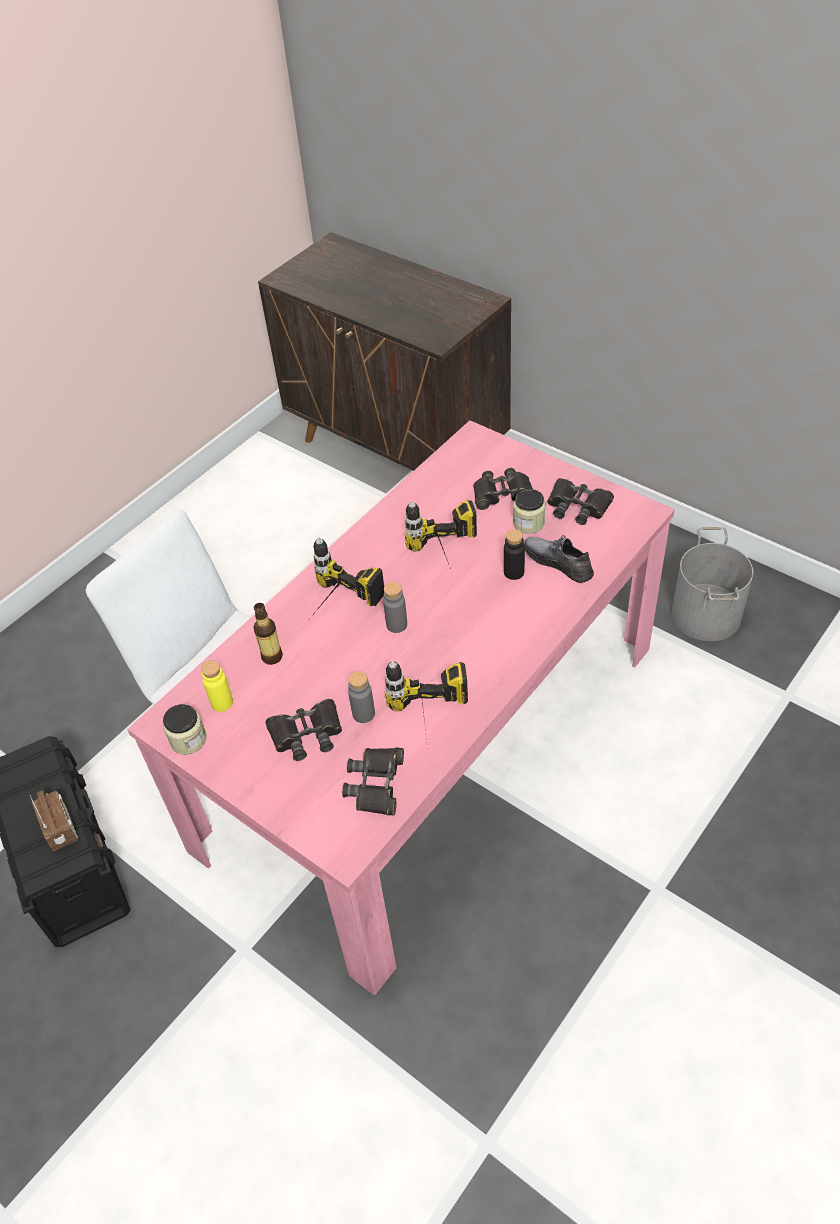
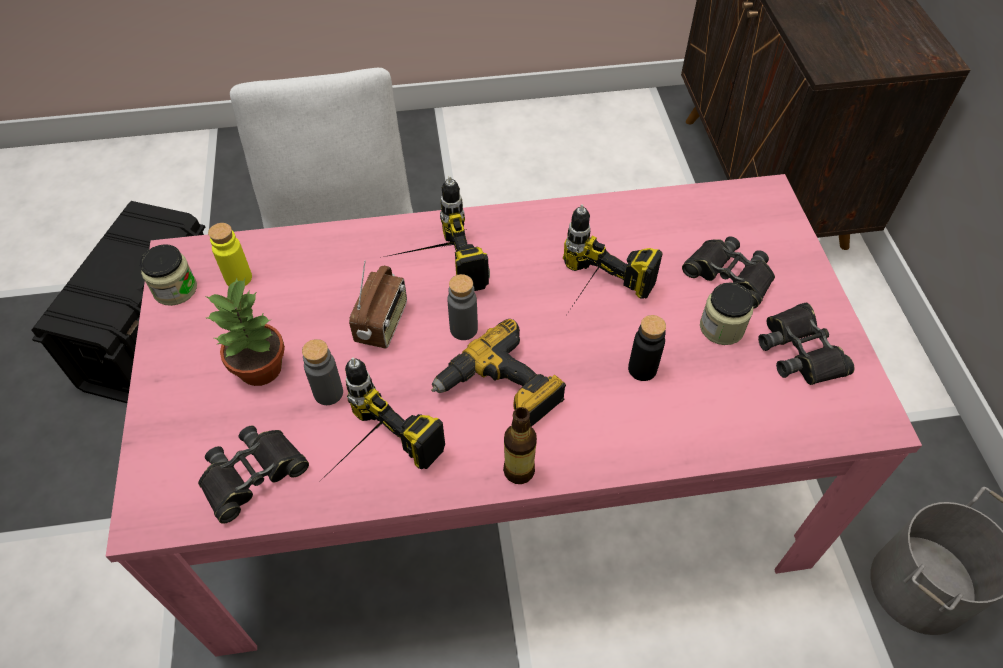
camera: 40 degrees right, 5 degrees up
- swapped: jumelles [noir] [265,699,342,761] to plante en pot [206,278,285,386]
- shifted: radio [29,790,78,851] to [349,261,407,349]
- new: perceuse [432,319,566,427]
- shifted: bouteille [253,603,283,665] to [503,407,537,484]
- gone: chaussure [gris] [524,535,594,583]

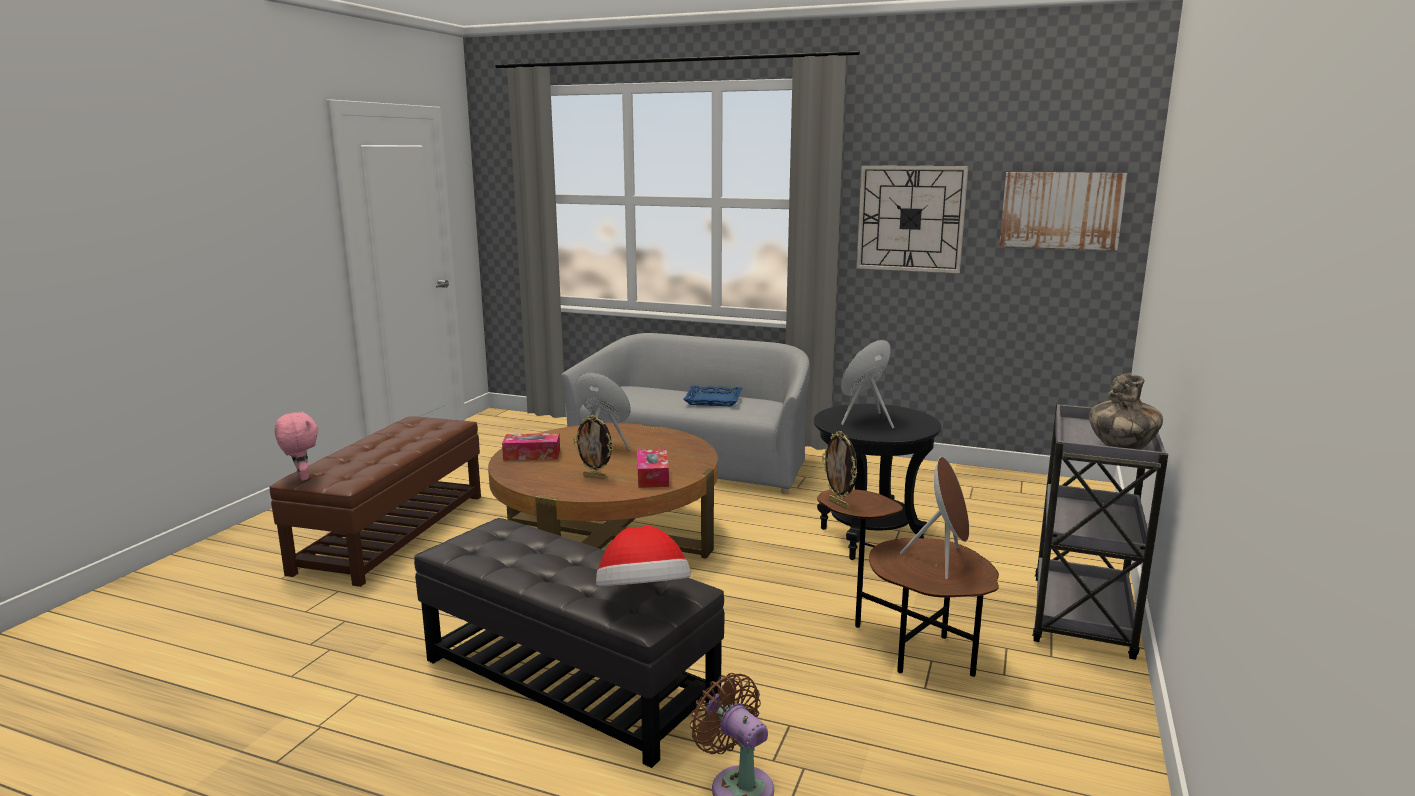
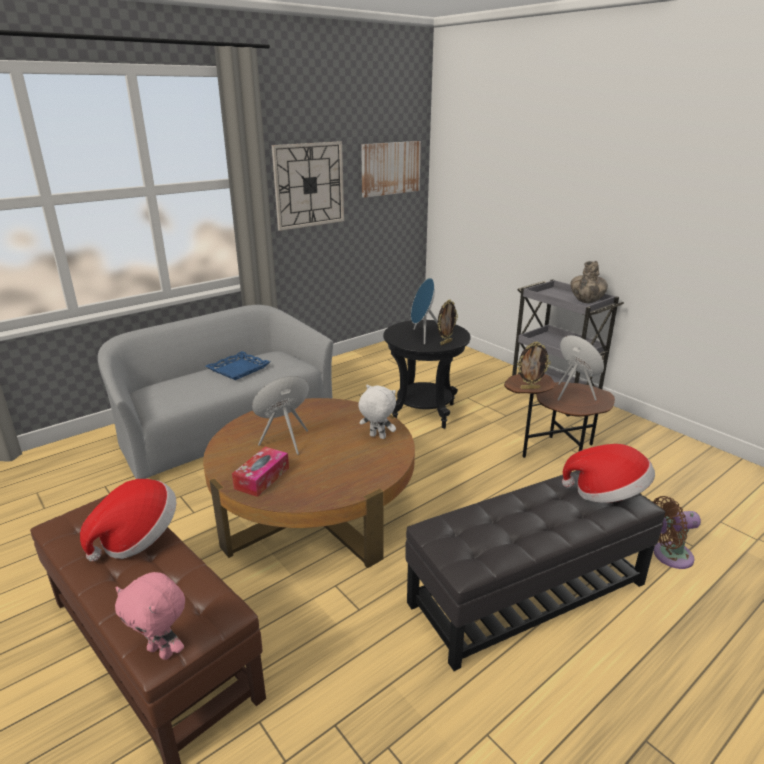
camera: 60 degrees left, 10 degrees up
- new: chapeau [80,479,176,561]
- rotated: peluche [rose] [275,411,318,481] = [115,572,185,660] 150 degrees counterclockwise
- swapped: boîte à mouchoirs [637,449,669,488] to peluche [blanc] [359,384,396,439]
- shifted: cadre photo [573,415,614,479] to [437,300,458,345]

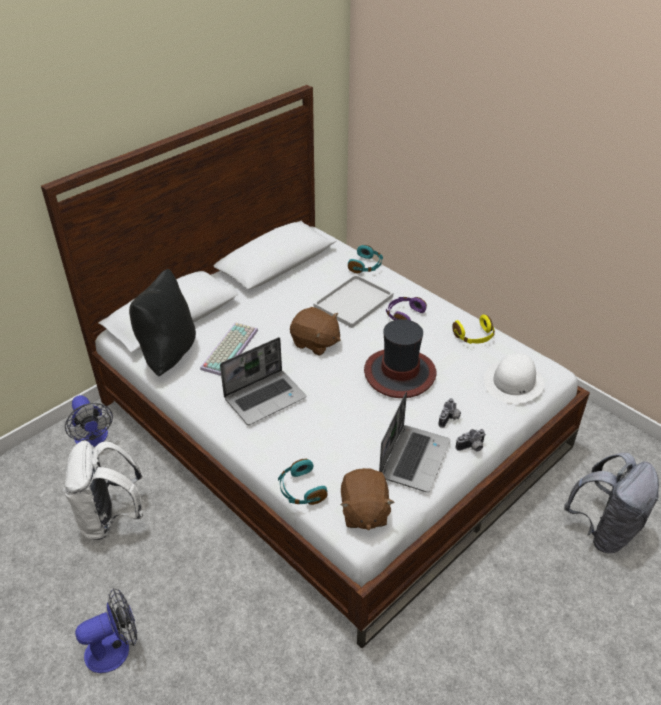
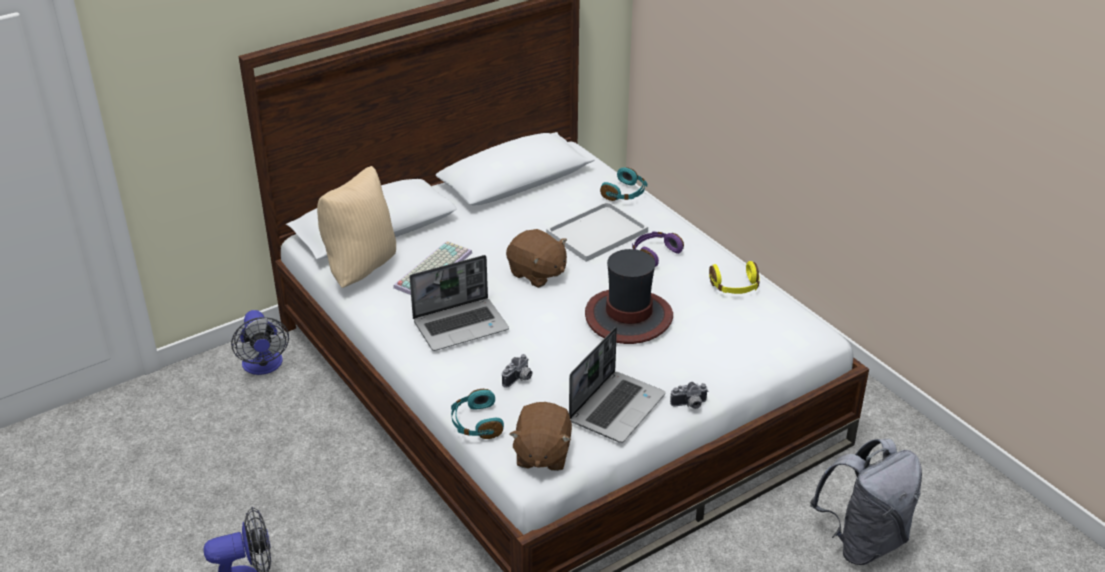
camera: 10 degrees right, 5 degrees down
- repainted: coussin [noir] [129,269,196,377] to coussin [beige] [317,166,396,288]
- shifted: appareil photo [438,398,461,428] to [502,354,532,388]
- gone: sac à dos [blanc] [63,441,143,540]
- gone: chapeau [blanc] [484,353,545,404]

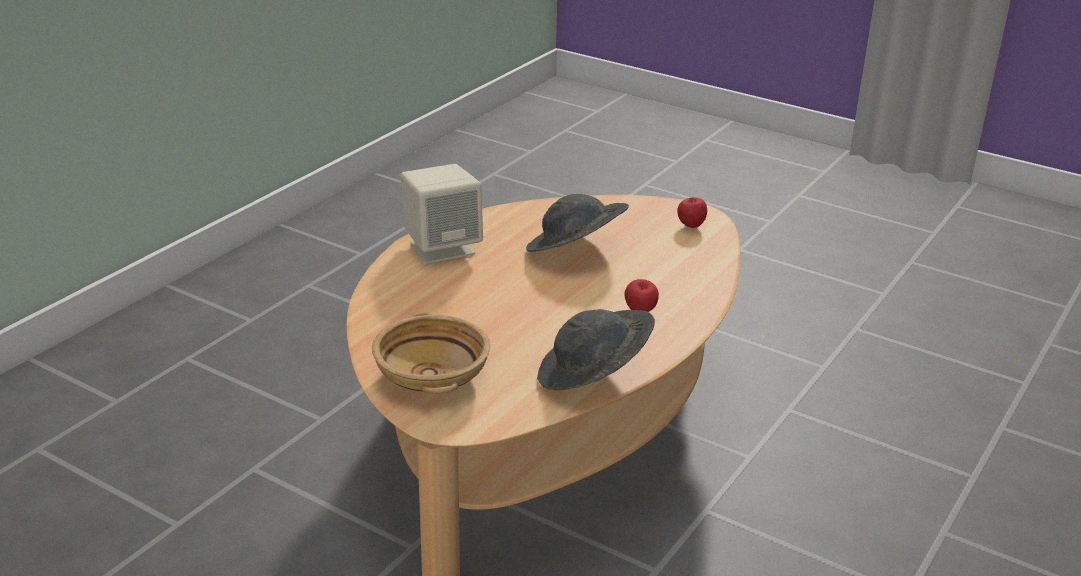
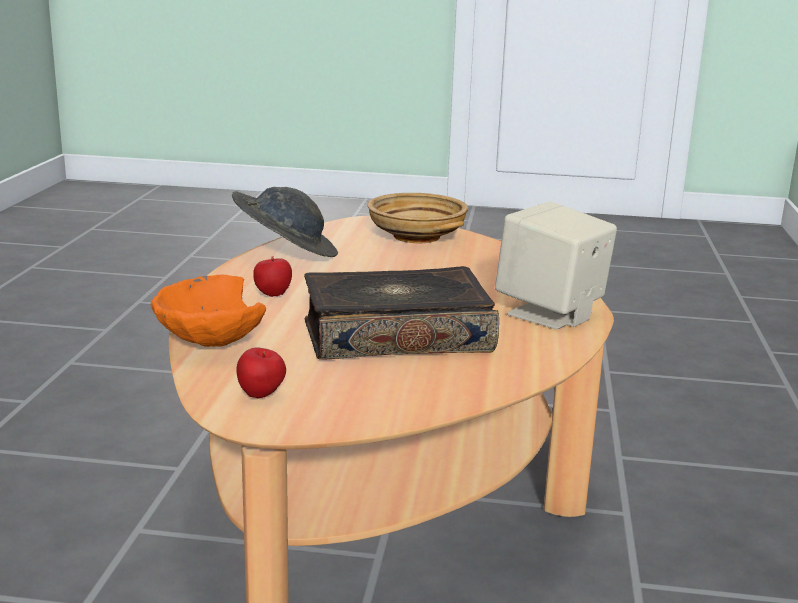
camera: 155 degrees right, 10 degrees down
- new: bol [orange] [151,275,266,347]
- swapped: chapeau [gris] [526,194,629,252] to livre [304,266,499,359]

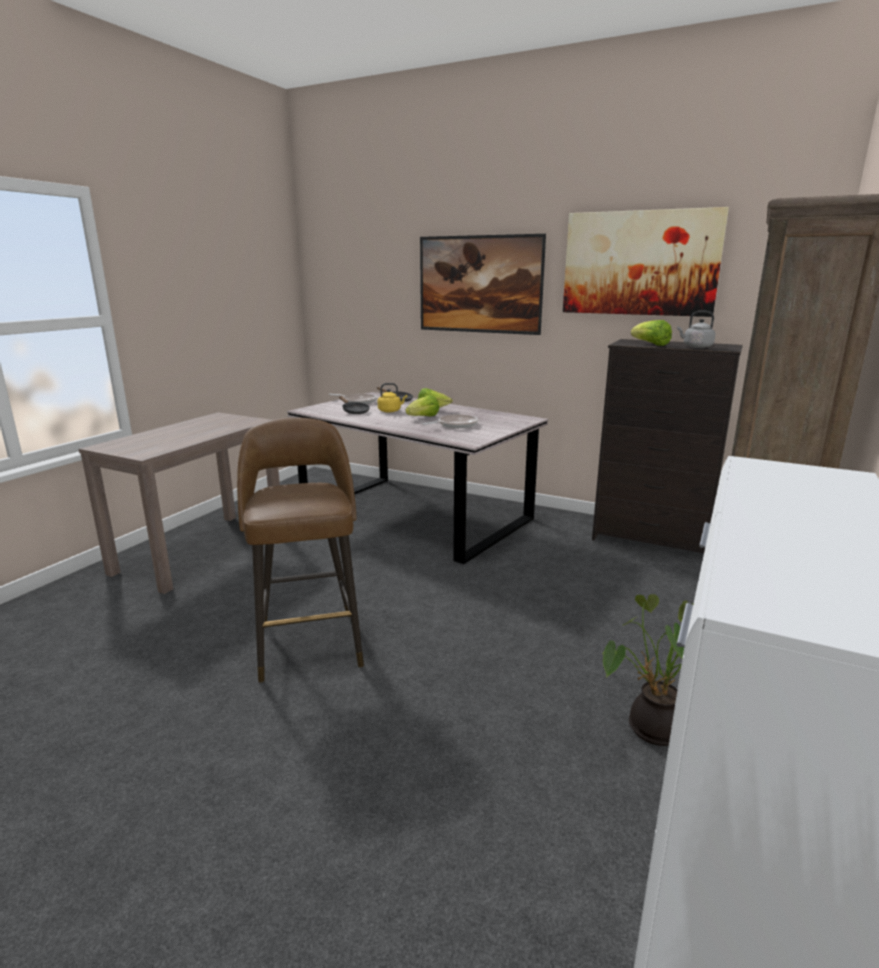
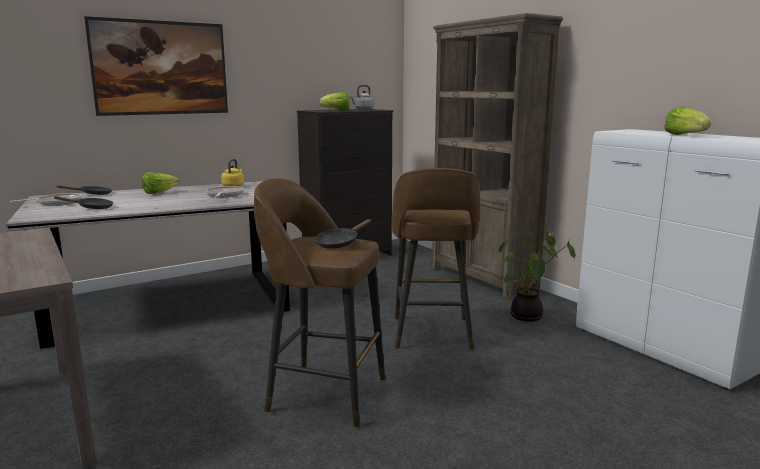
camera: 60 degrees left, 5 degrees down
- shifted: bouilloire [jaune] [378,383,407,413] to [221,159,244,187]
- new: poêle [noir] [315,219,371,249]
- new: tabouret [marron] [392,168,480,350]
- shifted: laitue [406,395,439,416] to [664,106,711,135]
- gone: tableau [563,207,729,317]

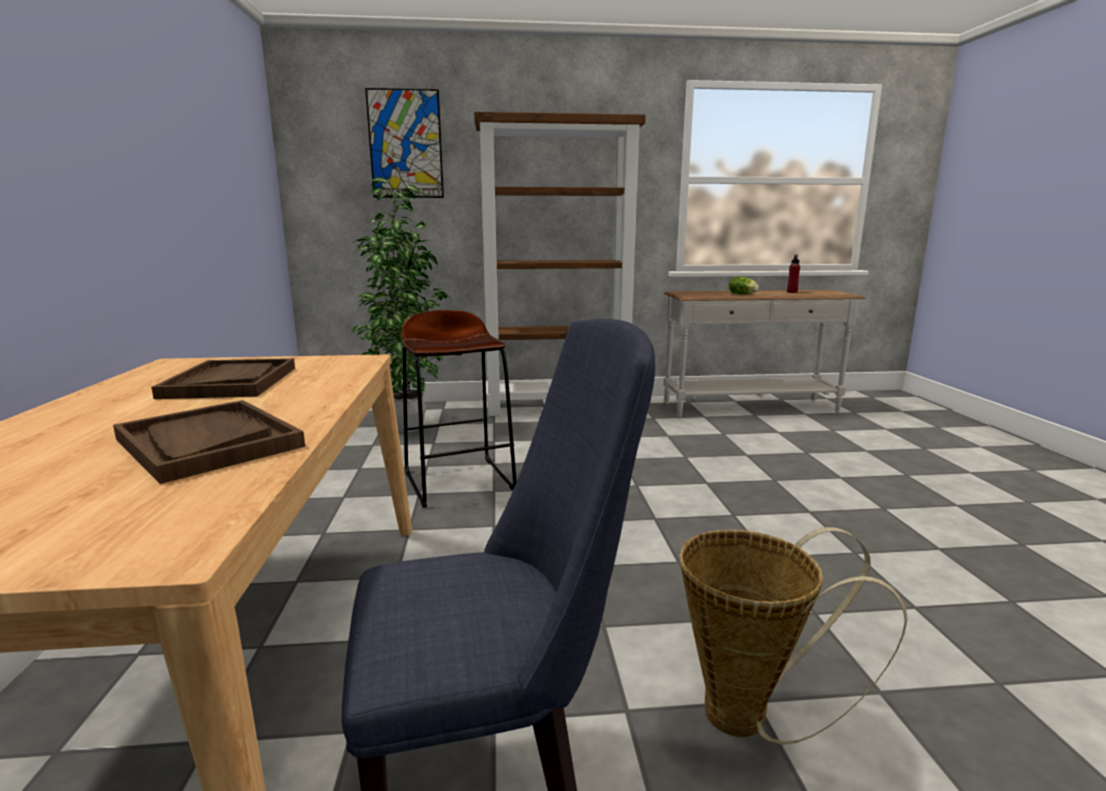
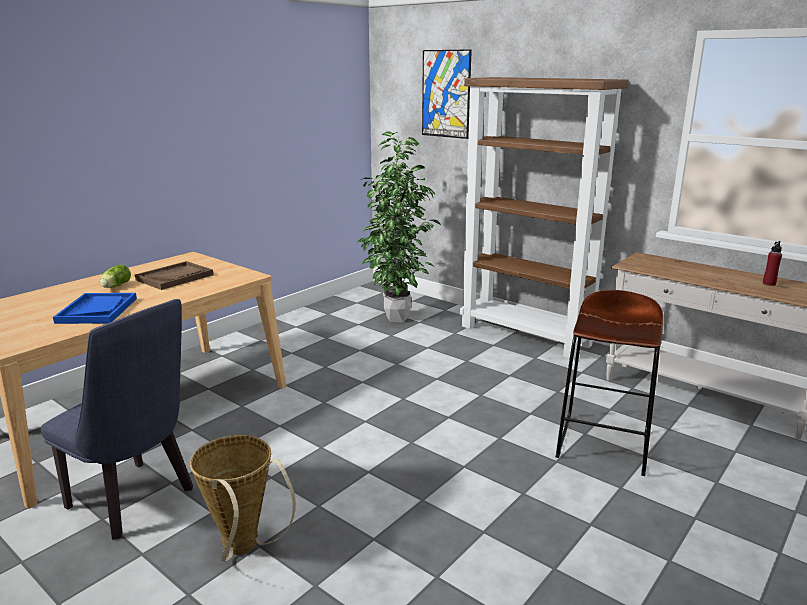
camera: 45 degrees right, 5 degrees up
- repainted: plateau [marron] [113,400,305,484] to plateau [bleu] [53,293,137,324]
- shifted: laitue [729,277,759,294] to [100,265,131,288]
- shifted: tabouret [marron] [401,310,516,507] to [556,290,663,476]

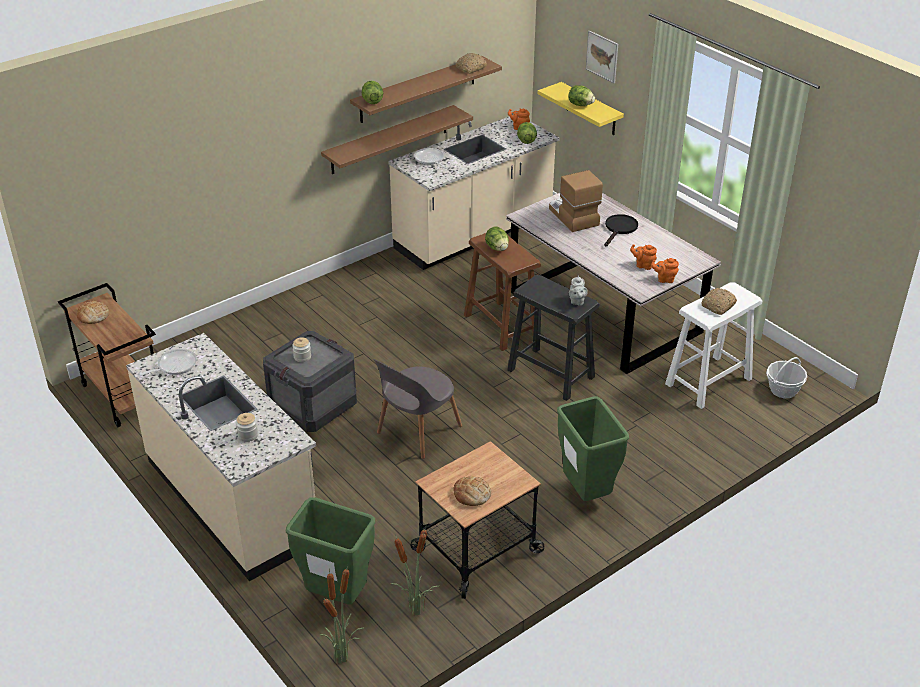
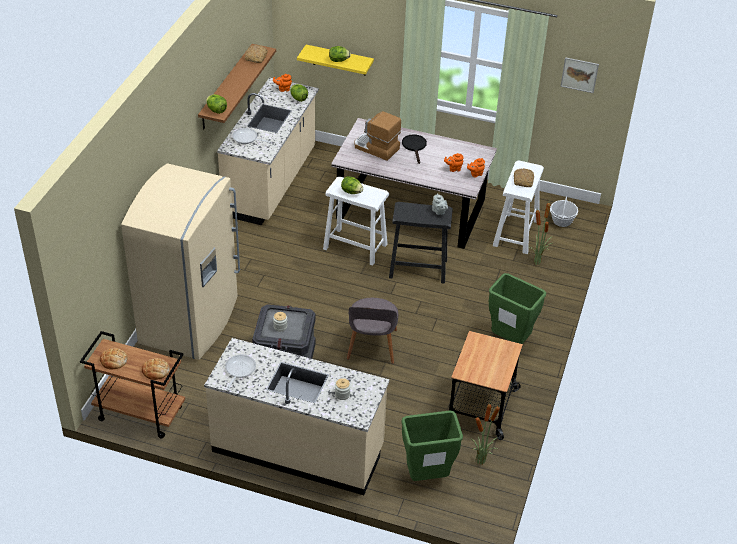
camera: 35 degrees left, 5 degrees up
- new: réfrigérateur [beige] [121,164,240,360]
- shifted: pain [453,476,491,506] to [142,358,170,380]
- repainted: tabouret [marron] [464,233,541,351] to tabouret [blanc] [323,177,389,266]
- shifted: plante en pot [320,565,363,663] to [528,200,553,265]
- shifted: tableau [586,31,618,83] to [560,57,599,93]
- gone: étagère [marron] [321,105,473,174]

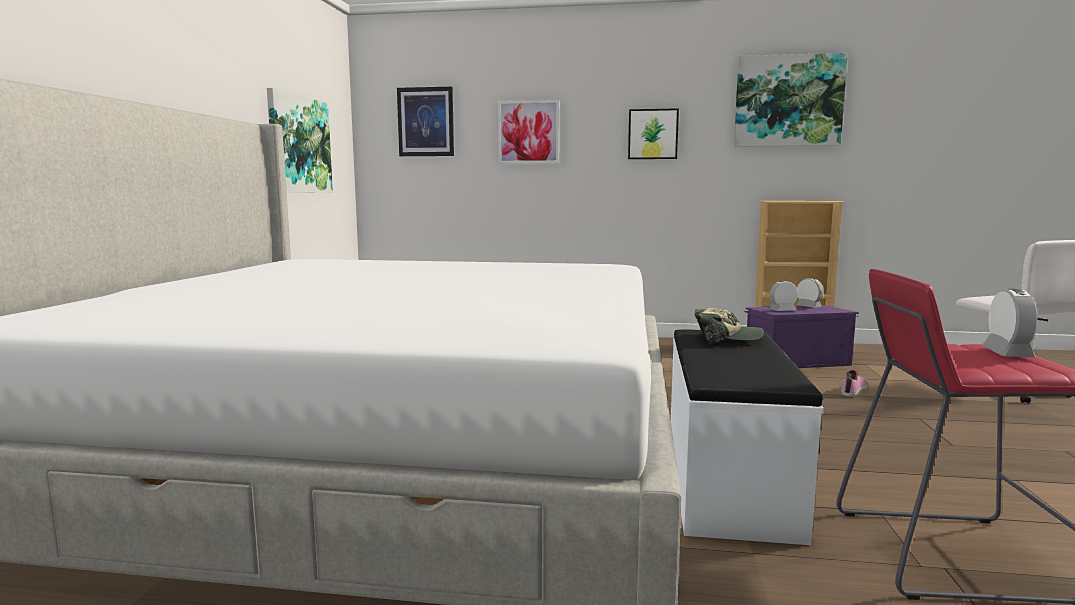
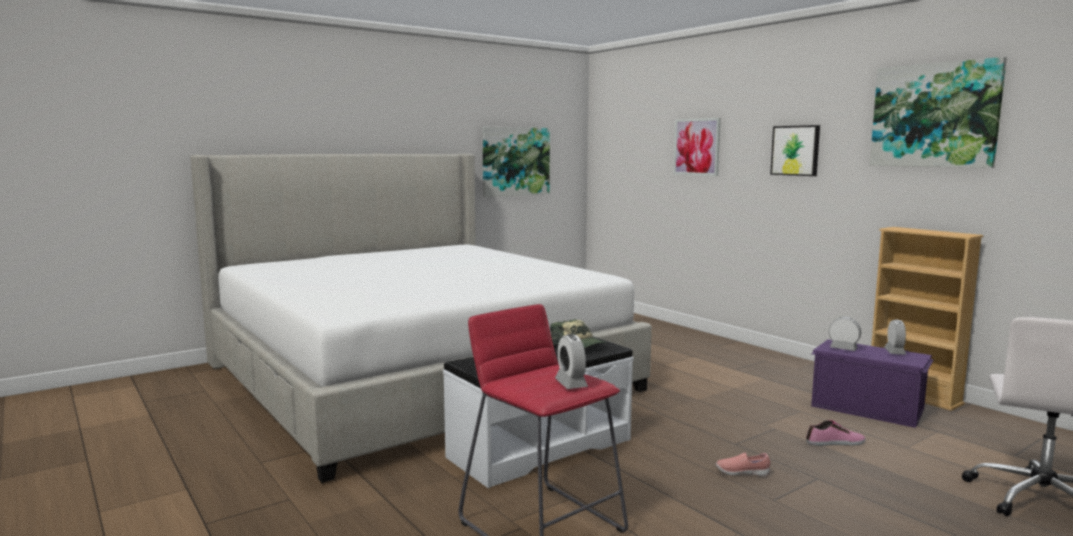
camera: 45 degrees right, 0 degrees up
- rotated: réveil [982,289,1038,358] = [555,334,588,389] 105 degrees clockwise
- new: chaussure [rose] [716,452,770,476]
- gone: tableau [397,87,454,156]

